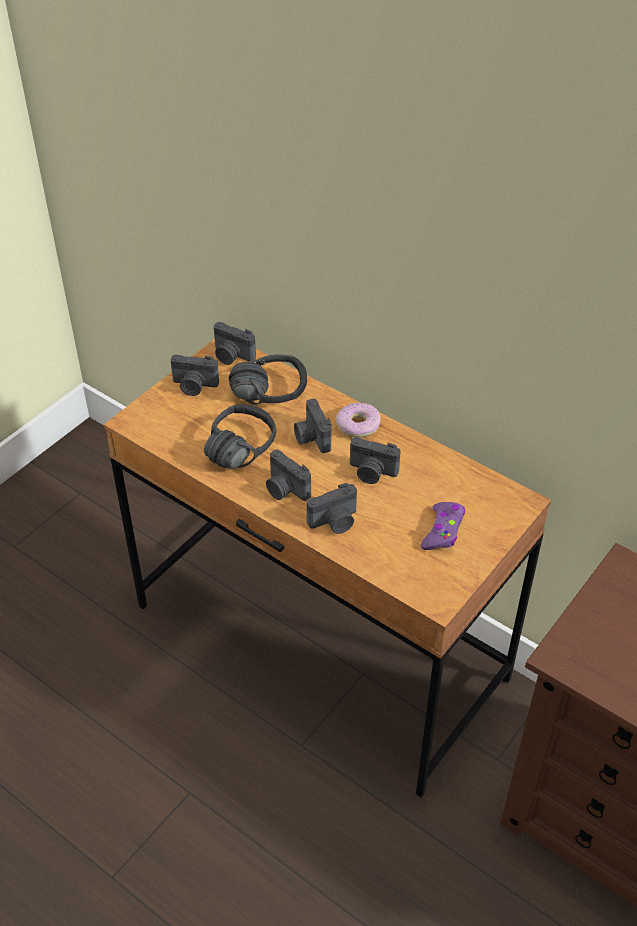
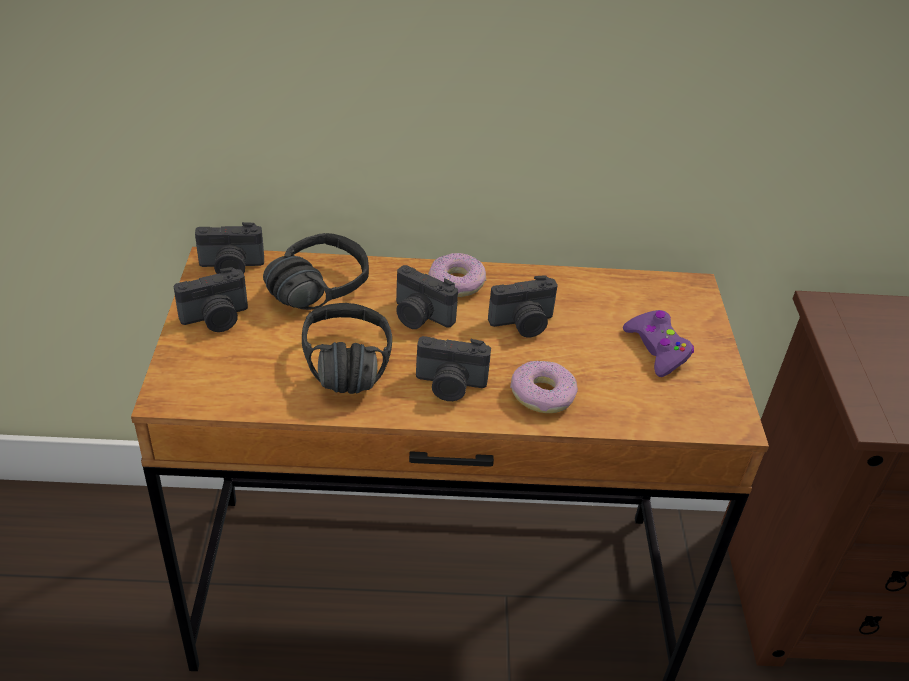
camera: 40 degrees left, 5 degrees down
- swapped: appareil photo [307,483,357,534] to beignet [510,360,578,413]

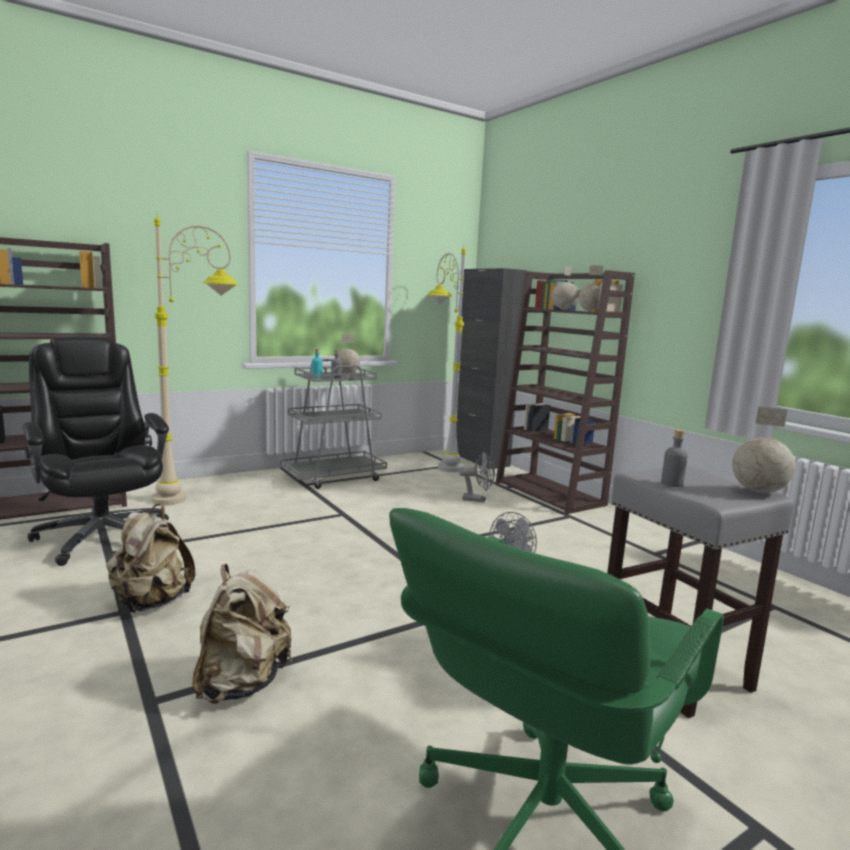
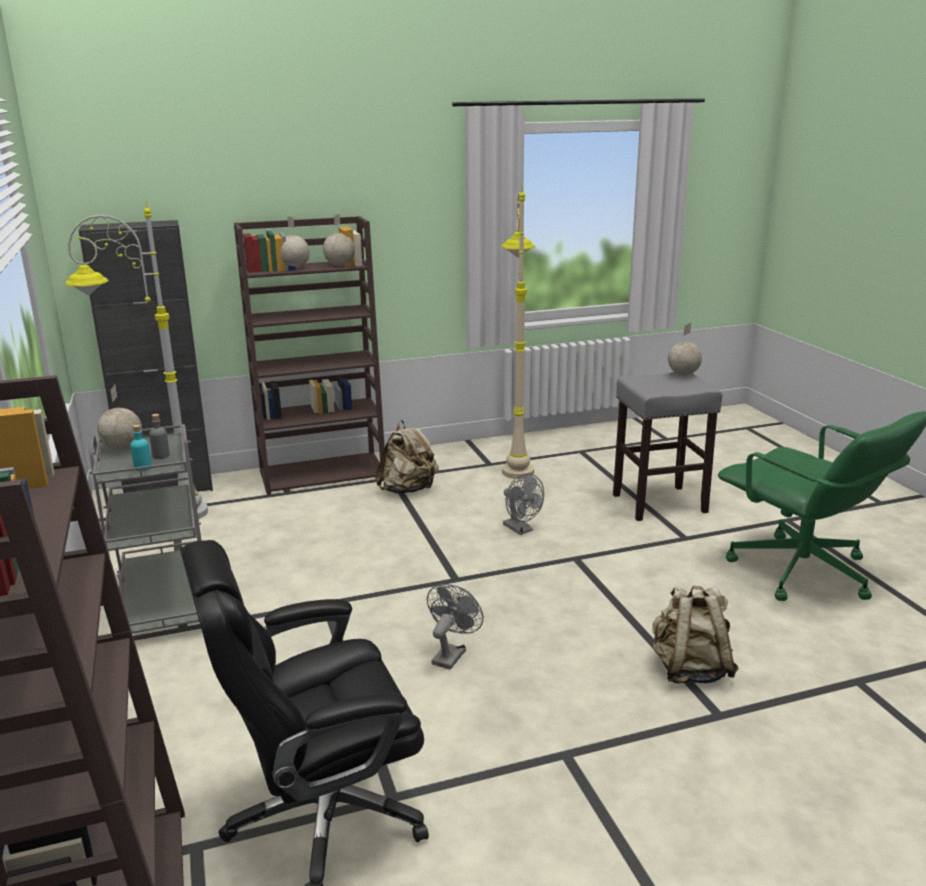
camera: 75 degrees left, 10 degrees up
- shifted: sac à dos [beige] [106,504,195,613] to [375,420,439,494]
- shifted: ventilateur [gris] [459,452,495,502] to [427,584,483,670]
- shifted: lampadaire [beige] [151,211,239,506] to [501,186,535,479]
- gone: bouteille [gris] [661,429,688,487]

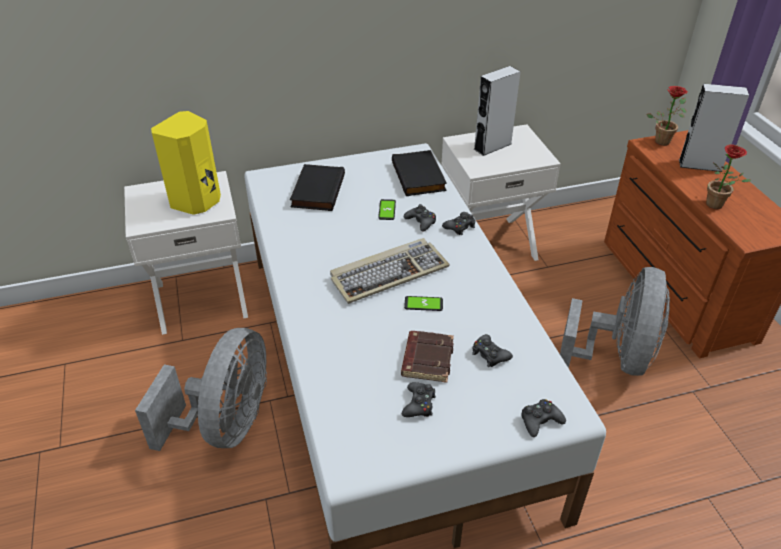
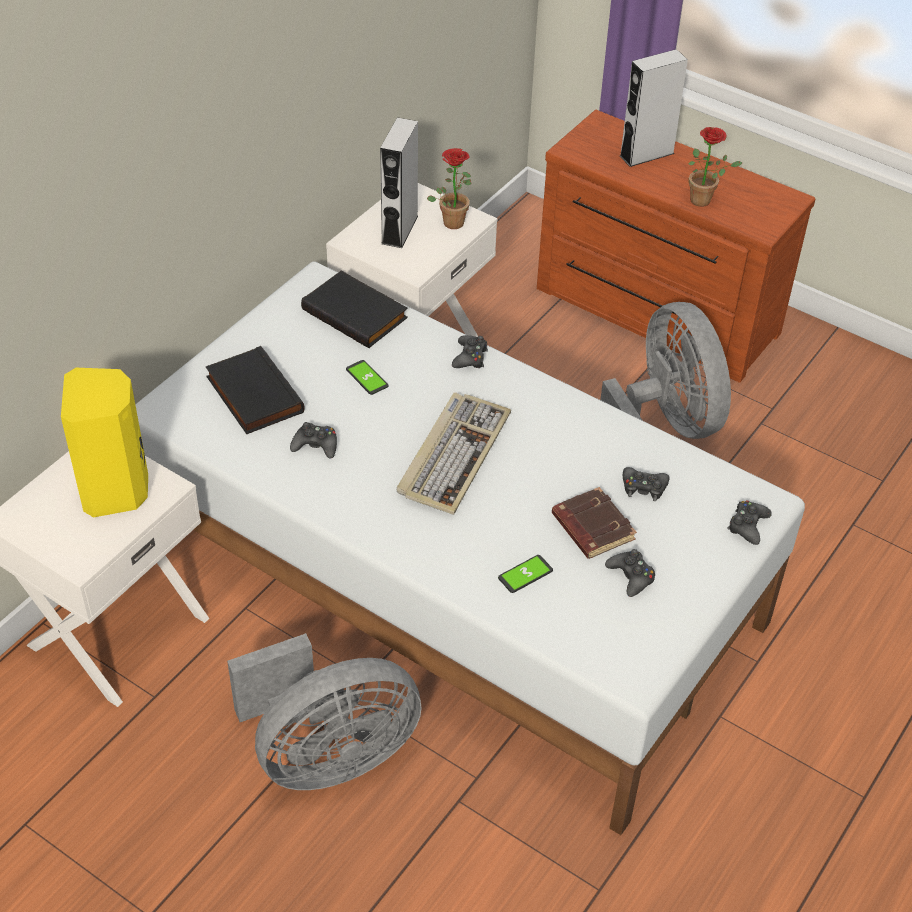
camera: 40 degrees left, 5 degrees up
- rotated: ventilateur [gris] [135,328,267,451] = [227,633,422,790] 90 degrees clockwise
- shifted: manette [noir] [404,204,436,232] to [290,422,337,458]
- shifted: plante en pot [646,86,688,146] to [427,148,472,229]
- shifted: téléphone [404,296,443,311] to [498,555,553,593]

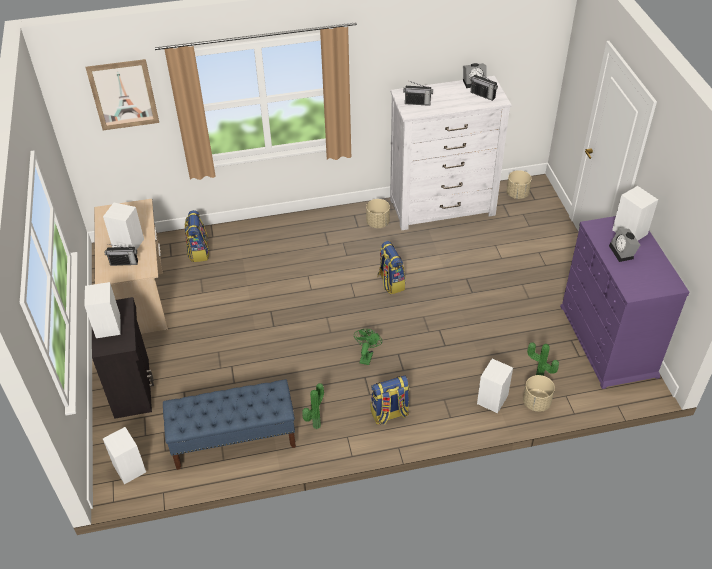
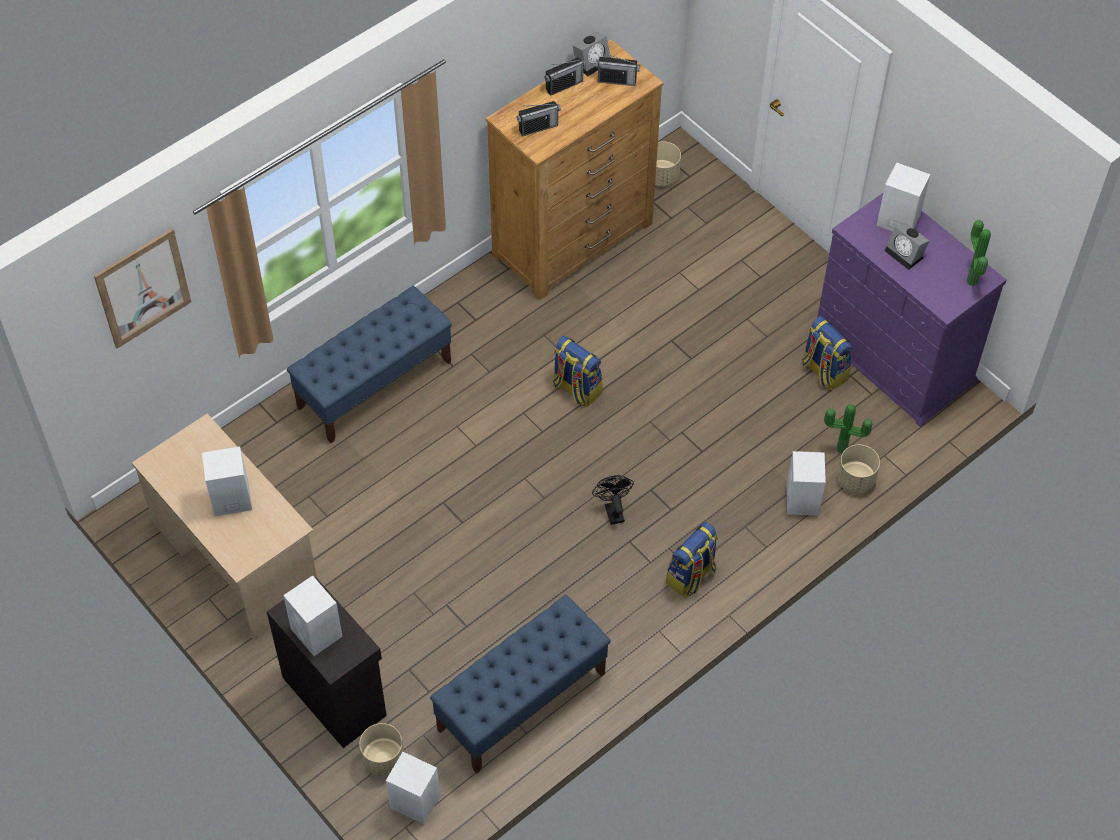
camera: 30 degrees left, 10 degrees up
- new: banc [bleu] [287,286,452,443]
- shifted: cache-pot [beige] [366,199,390,228] to [359,723,404,776]
- repainted: commode [blanc] [390,76,512,230] to commode [marron] [485,39,664,300]
- shifted: radio [105,244,138,266] to [544,58,586,96]
- repainted: ventilateur [vert] [354,329,382,365] to ventilateur [noir] [592,475,634,525]
- shifted: sac à dos [185,210,209,262] to [802,316,853,391]
- shifted: plante en pot [302,383,324,429] to [966,220,991,286]

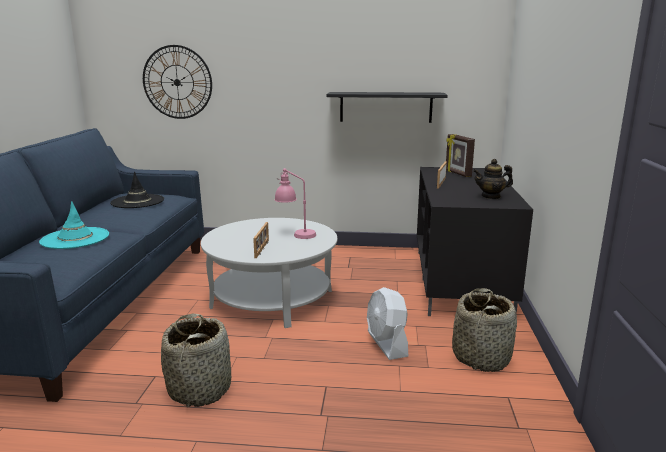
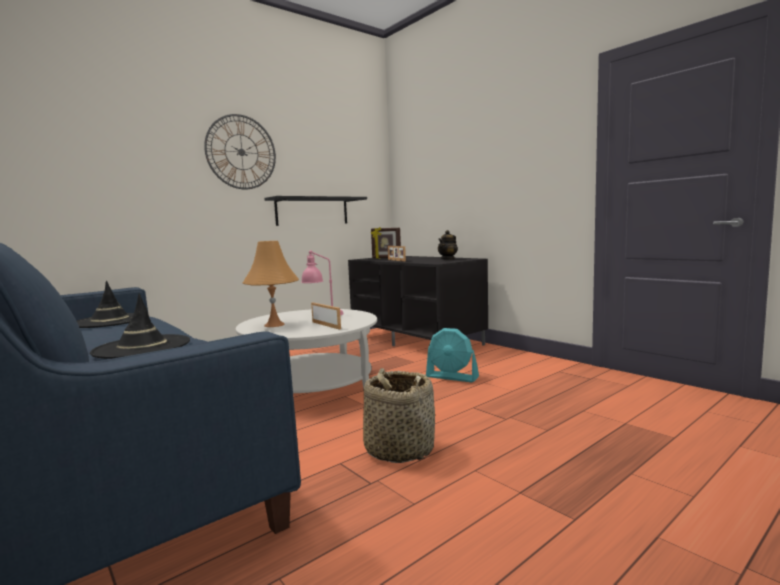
camera: 45 degrees left, 10 degrees down
- repainted: chapeau [turquoise] [39,201,109,249] to chapeau [noir] [90,294,190,359]
- shifted: horloge murale [143,45,212,119] to [204,114,276,190]
- new: lampe de table [orange] [243,241,299,327]
- repainted: ventilateur [blanc] [367,287,408,360] to ventilateur [turquoise] [426,328,479,382]
- gone: panier [452,288,517,372]

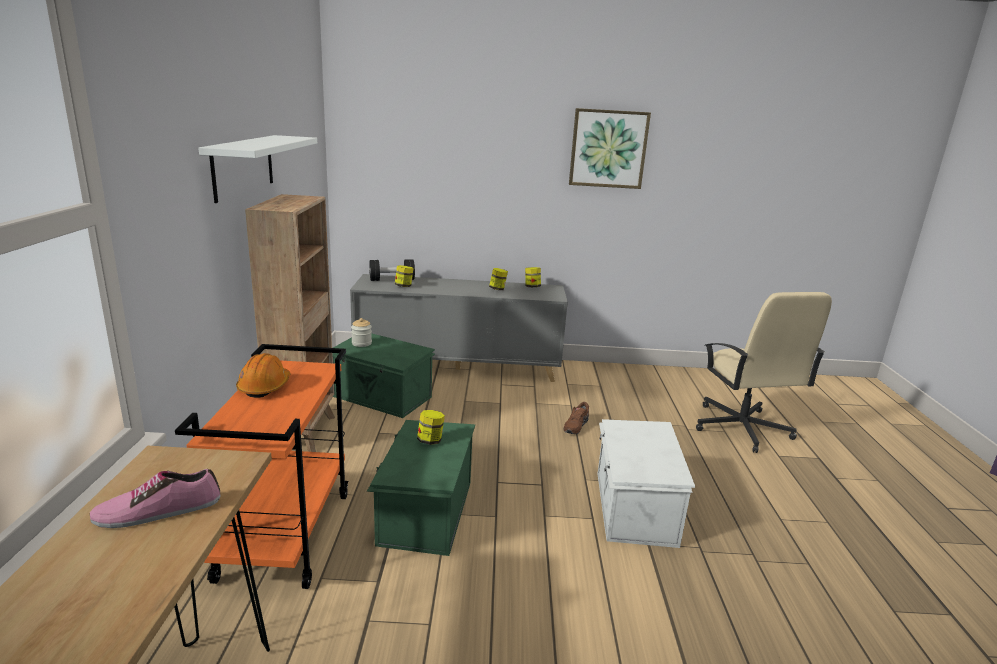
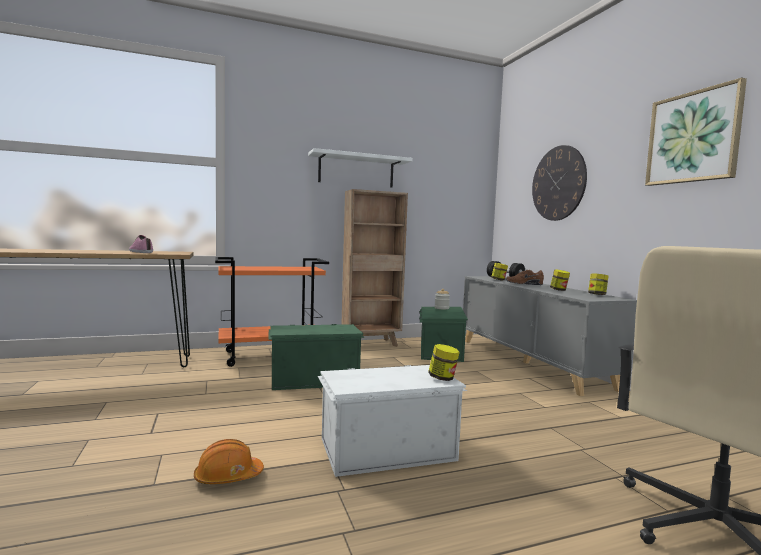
camera: 70 degrees right, 15 degrees down
- shifted: casque de chantier [orange] [236,353,290,398] to [194,439,264,484]
- shifted: bocal [417,410,445,445] to [428,344,460,381]
- shifted: chaussure [marron] [563,402,589,434] to [505,270,544,285]
- new: horloge murale [532,145,587,221]

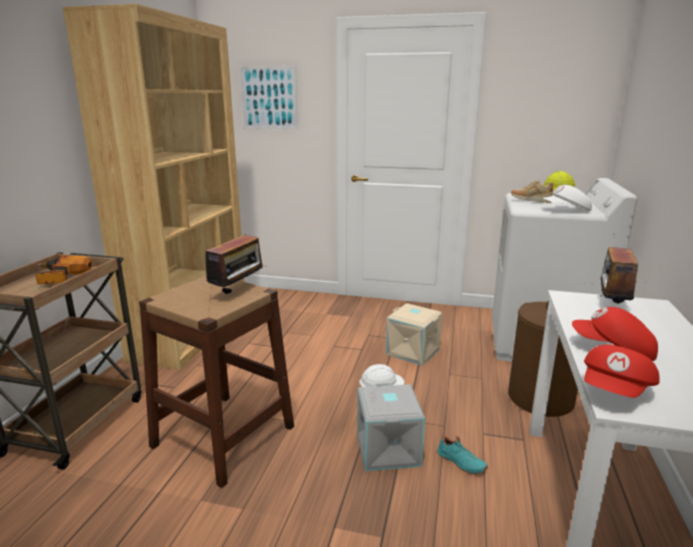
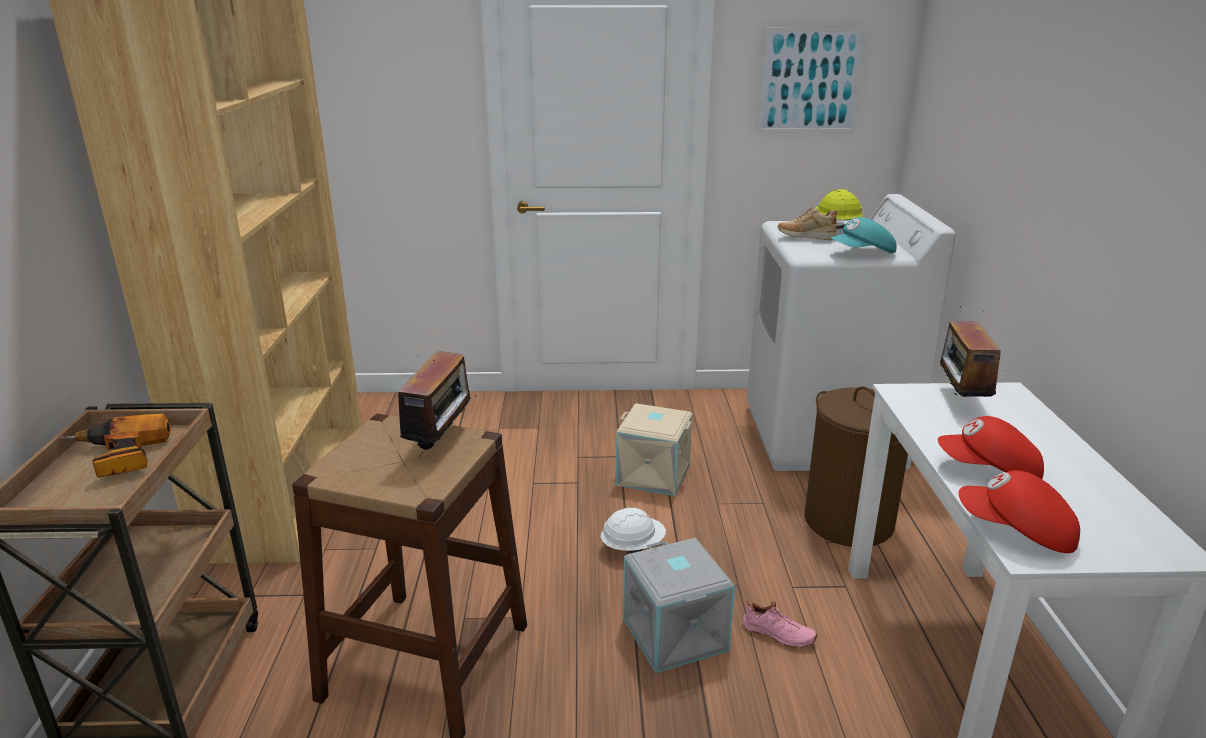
camera: 15 degrees left, 5 degrees up
- repainted: chaussure [turquoise] [437,433,488,474] to chaussure [rose] [742,599,817,648]
- shifted: tableau [239,66,298,129] to [757,27,867,133]
- repainted: casquette [blanc] [544,185,592,211] to casquette [turquoise] [831,217,897,253]
- rotated: casquette [rouge] [584,345,660,398] = [959,470,1080,553] 90 degrees clockwise

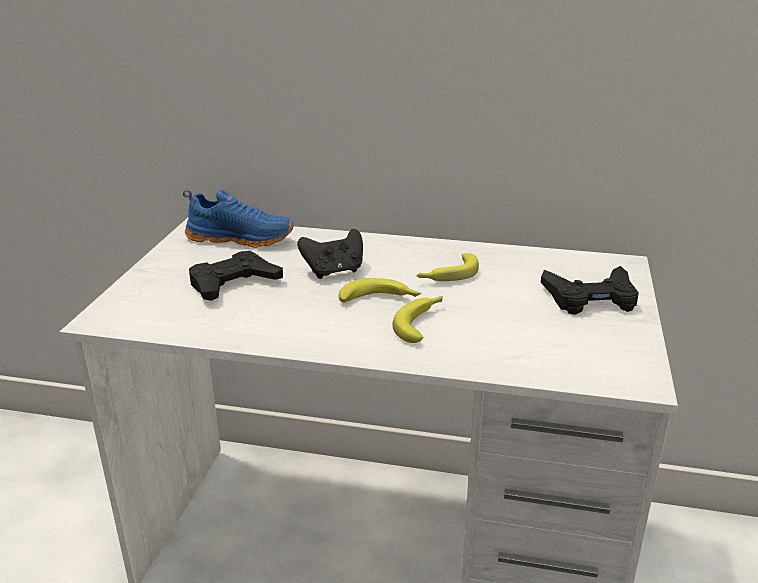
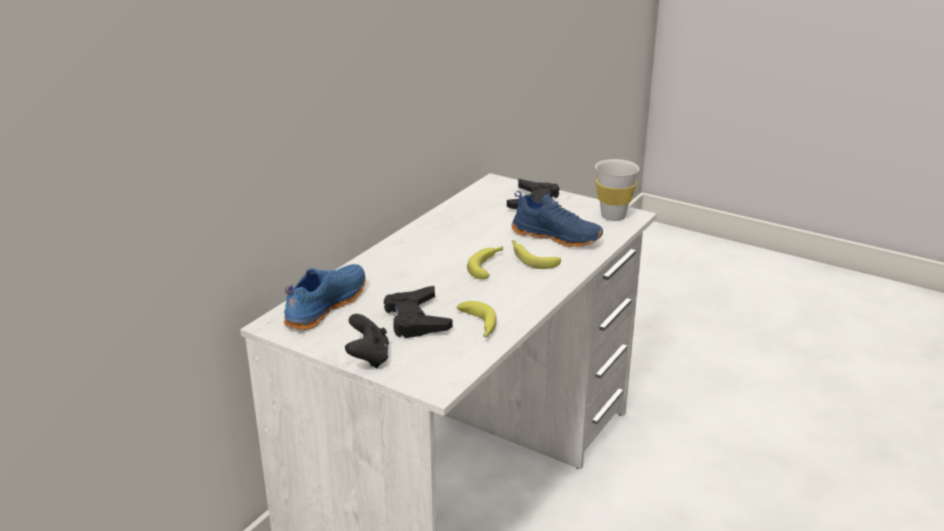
camera: 70 degrees left, 0 degrees up
- shifted: manette [noir] [297,229,363,279] to [345,314,389,368]
- shifted: banane [416,253,479,281] to [456,301,497,338]
- new: chaussure [bleu] [511,191,603,247]
- new: tasse [blanc] [595,159,639,221]

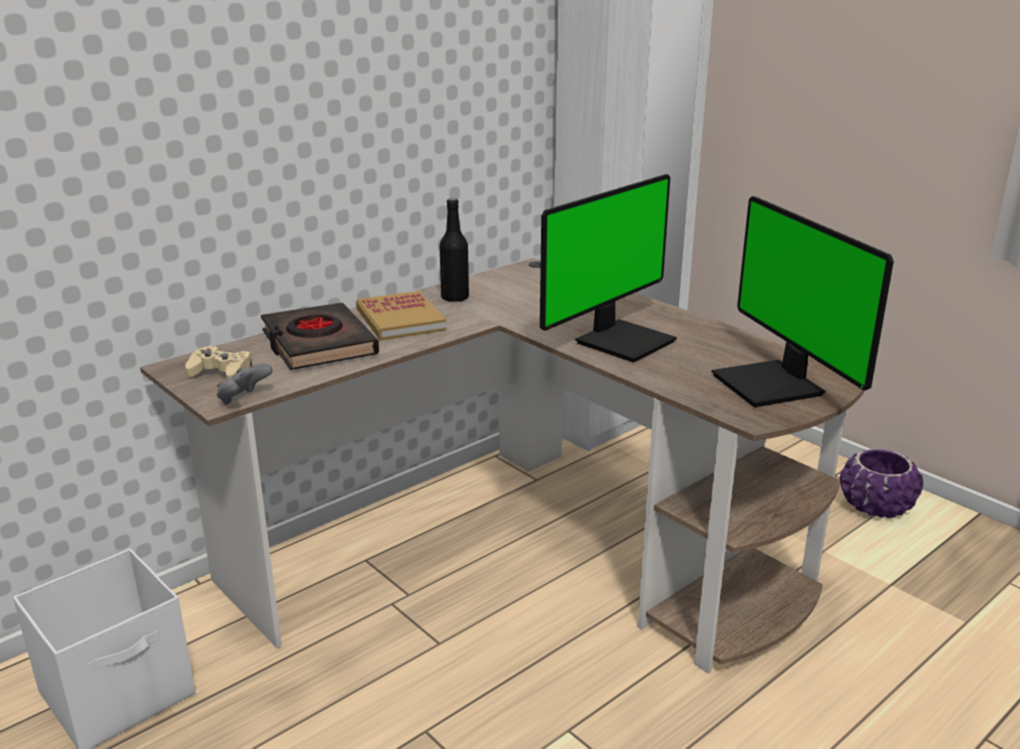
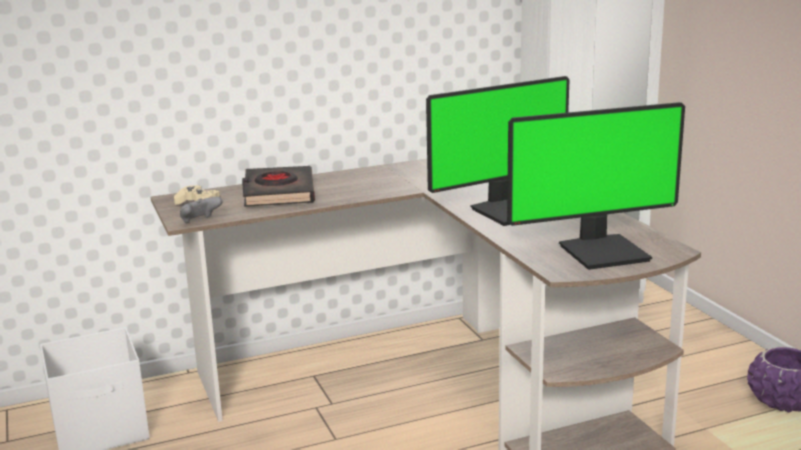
camera: 20 degrees right, 5 degrees down
- rotated: écran d'ordinateur [712,196,894,407] = [507,102,685,270] 105 degrees counterclockwise
- gone: livre [356,291,446,340]
- gone: bouteille [noir] [440,198,469,302]

